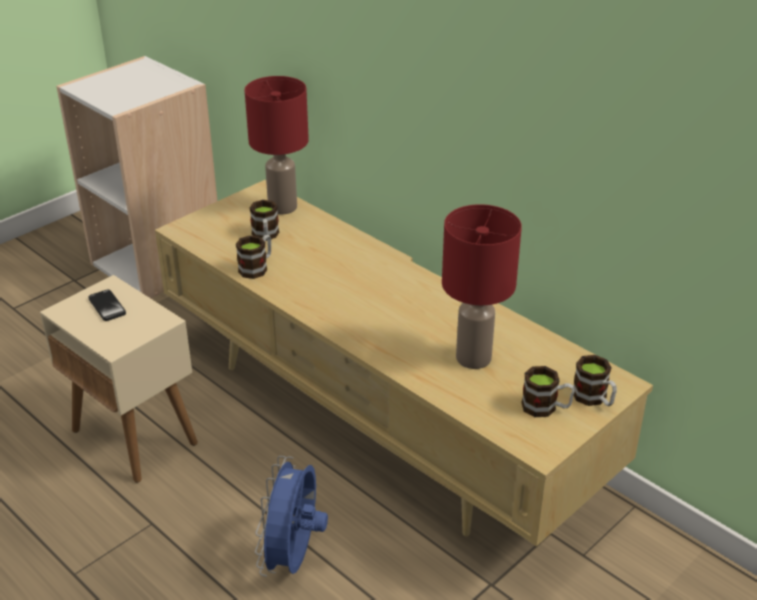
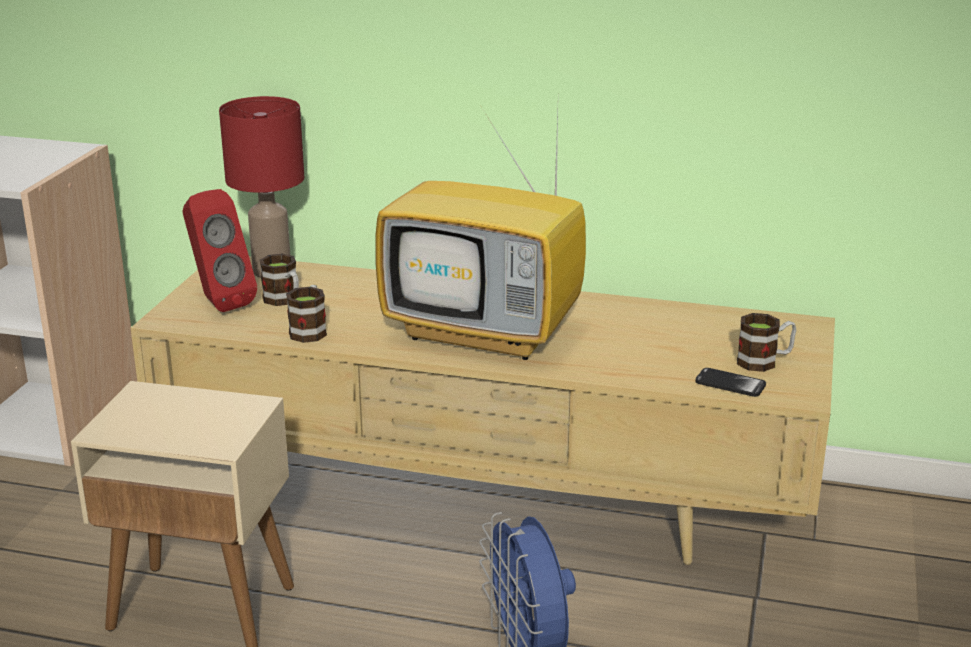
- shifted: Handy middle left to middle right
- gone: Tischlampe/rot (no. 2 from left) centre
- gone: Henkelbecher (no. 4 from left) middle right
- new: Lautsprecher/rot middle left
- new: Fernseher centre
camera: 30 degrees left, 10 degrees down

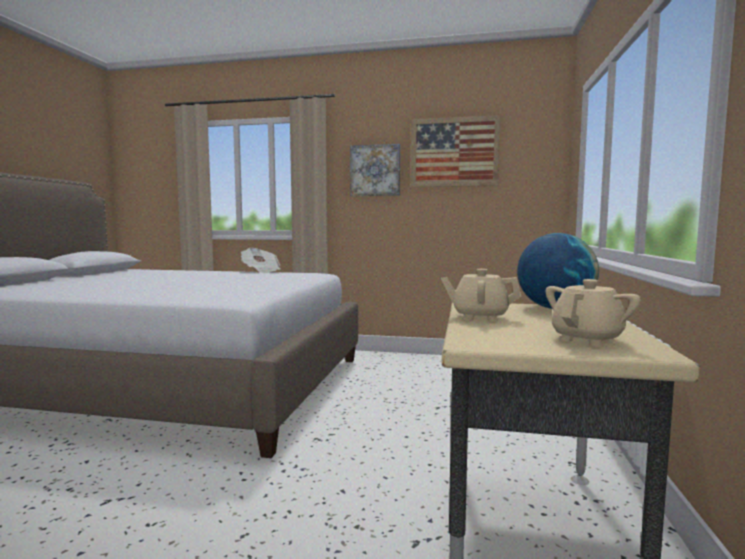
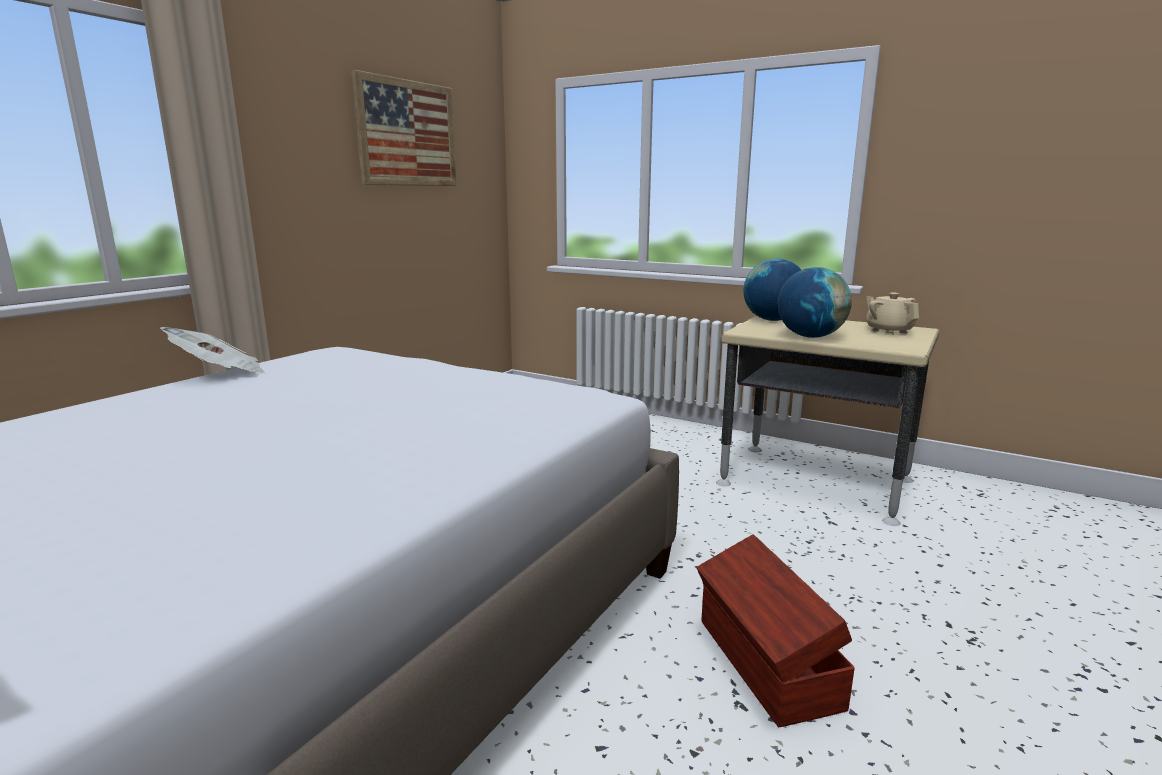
- gone: Bild (no. 1 from left) top centre
- swapped: Teekanne/beige (no. 1 from left) centre to Globus (no. 2 from left) middle right
- new: Aufbewahrungsbox/braun bottom right
camera: 70 degrees left, 10 degrees up

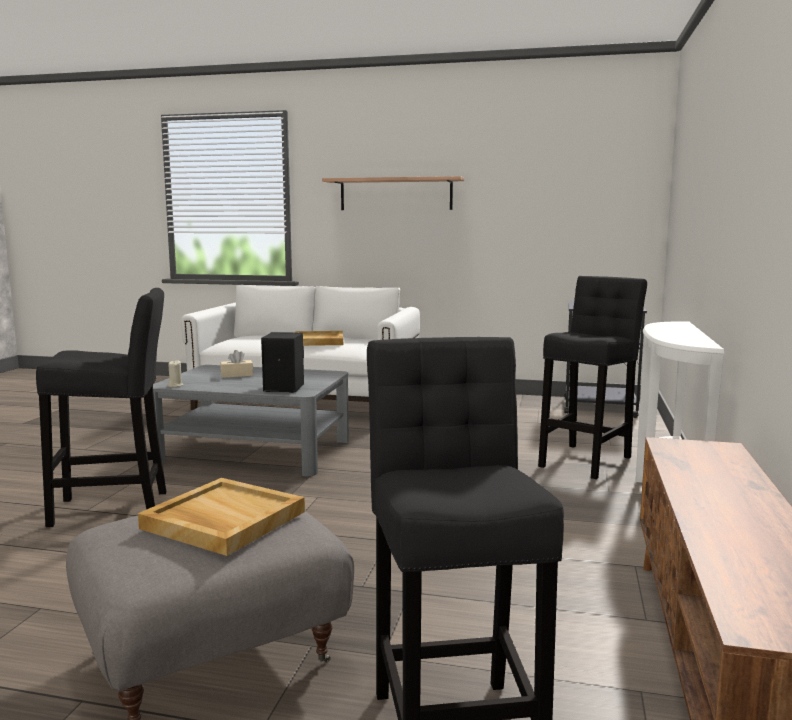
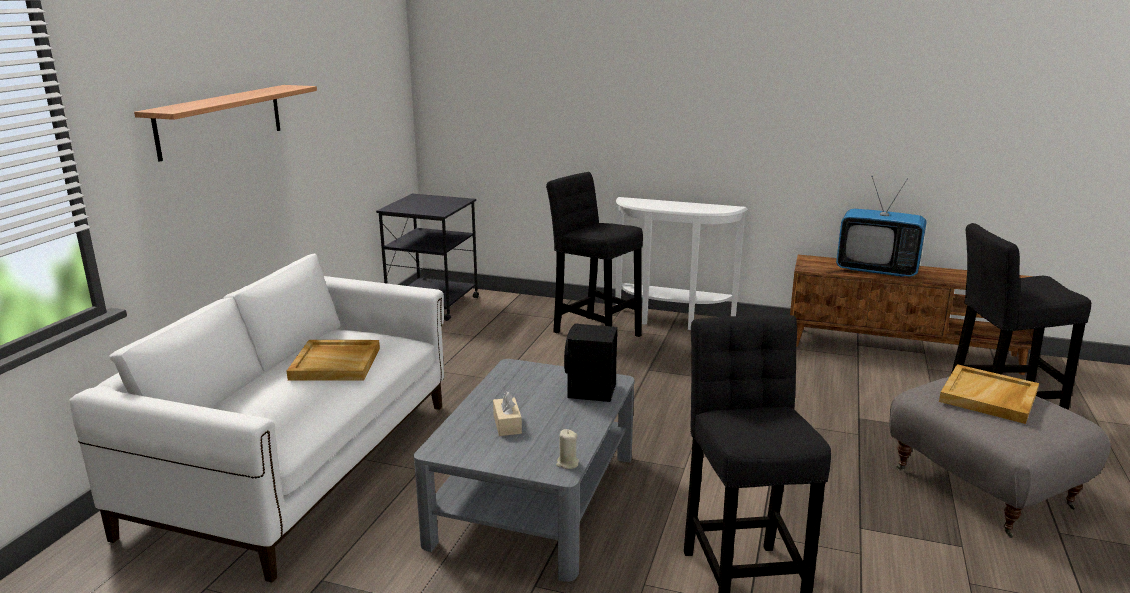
- new: Fernseher middle right
camera: 85 degrees left, 10 degrees up

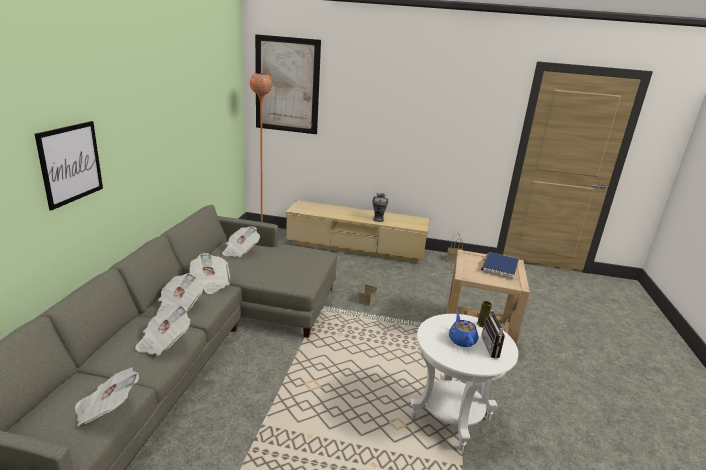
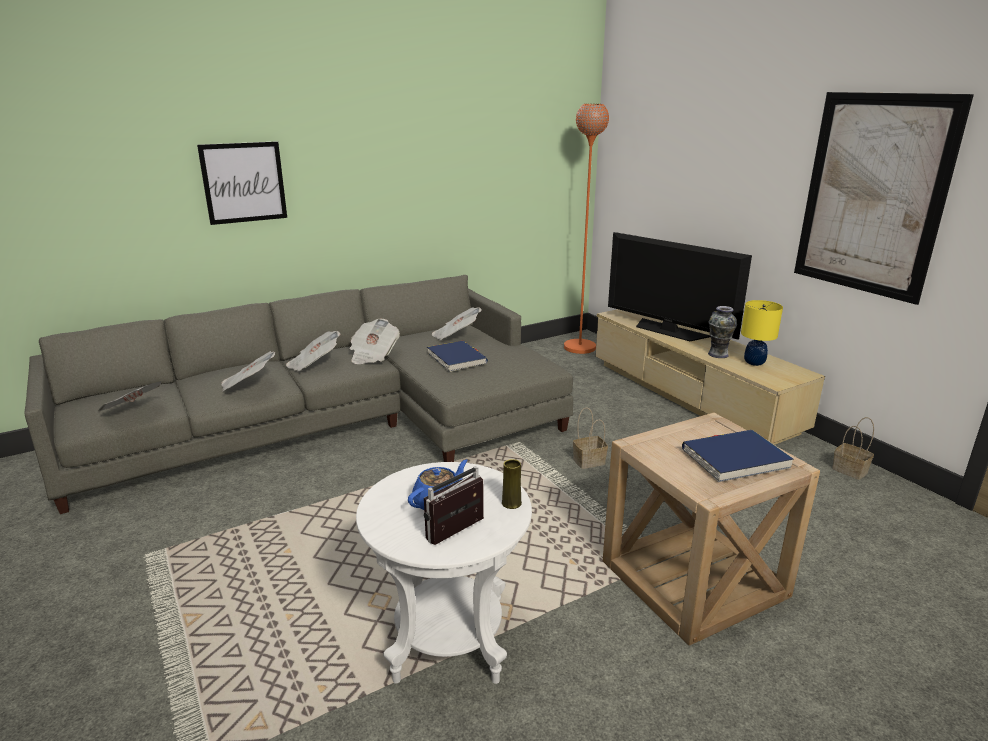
- shifted: Bild (no. 2 from left) top centre to top right
- new: Buch/blau (no. 1 from left) centre
- new: Fernseher middle right
- new: Tischlampe/gelb middle right
camera: 50 degrees right, 0 degrees up

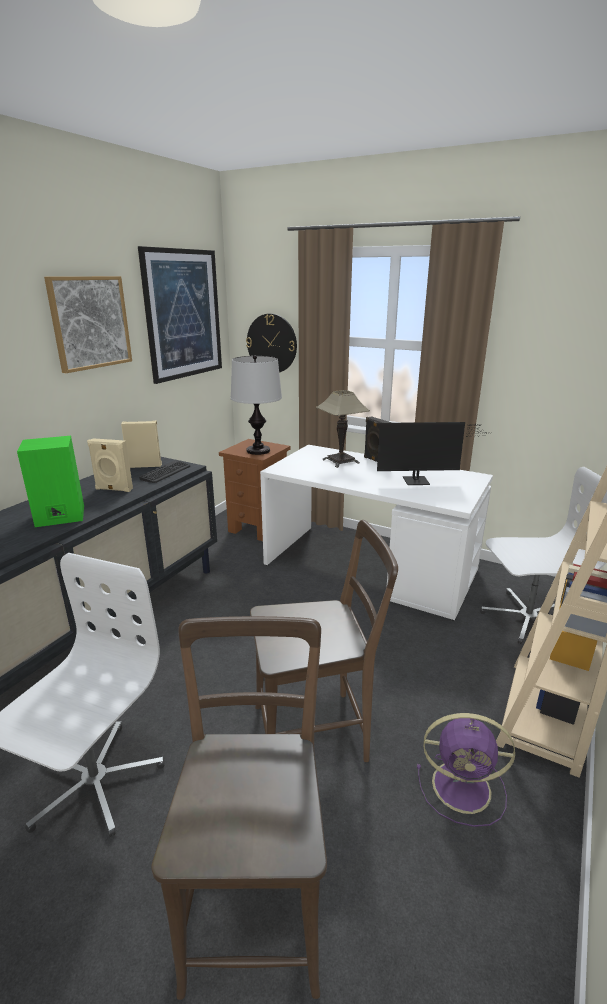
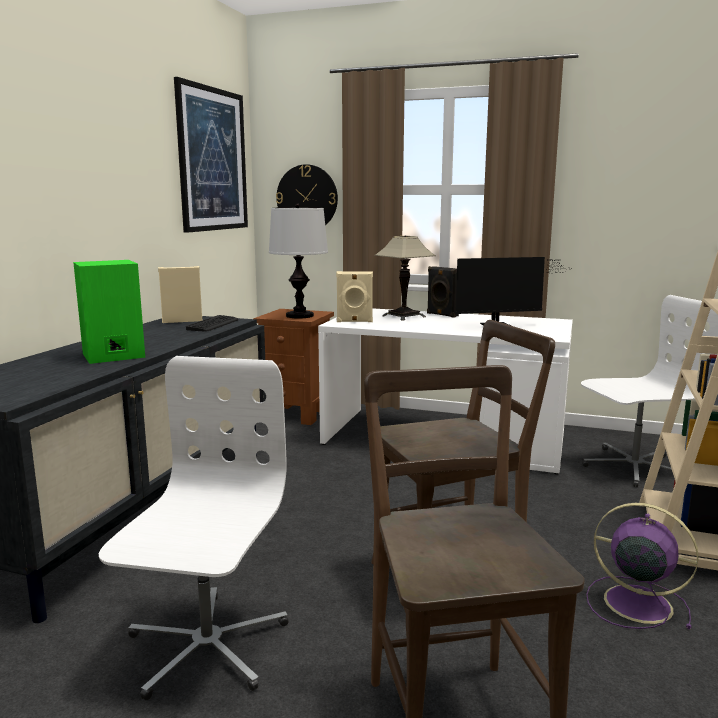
- gone: Bild (no. 1 from left) top left
- shifted: Lautsprecher/beige (no. 1 from left in the first image) middle left to Lautsprecher/beige (no. 2 from left) centre
- rotated: Ventilator/lila bottom right = bottom right 150 degrees counterclockwise
camera: 10 degrees left, 10 degrees down

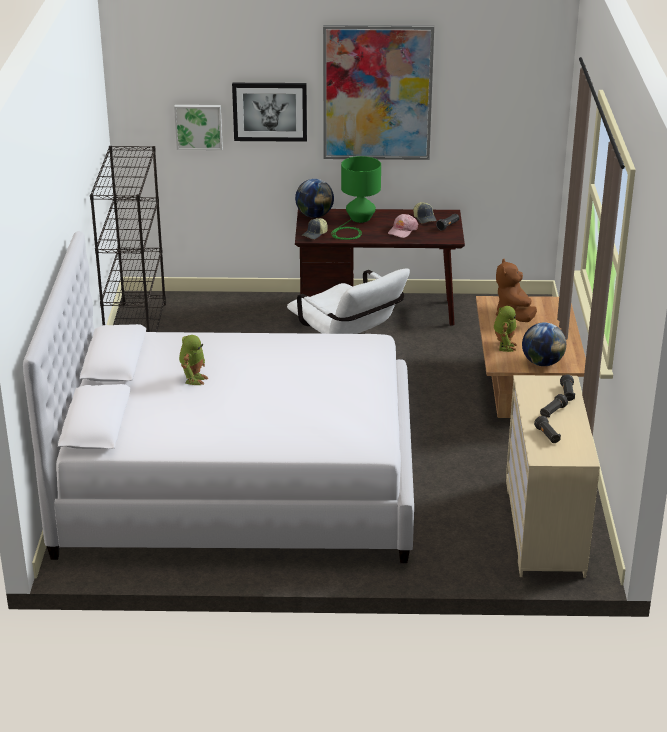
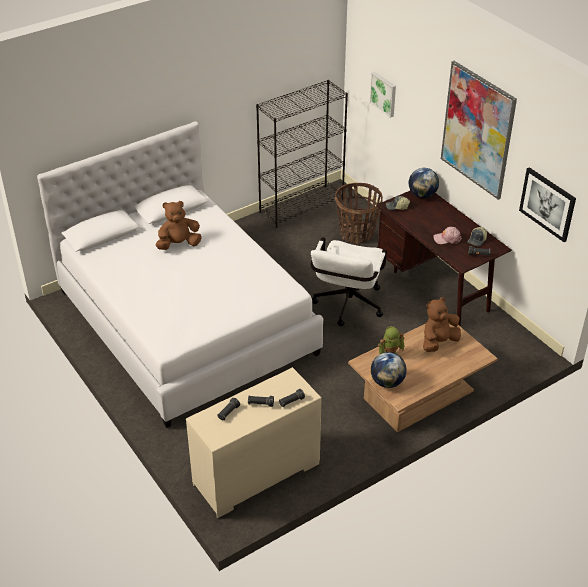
- swapped: Spielzeugroboter (no. 1 from left) middle left to Plüschtier/braun (no. 1 from left) middle left
- shifted: Bild (no. 2 from left in the first image) top centre to Bild (no. 3 from left) middle right
- gone: Tischlampe/grün top centre
- new: Korb centre
camera: 55 degrees right, 10 degrees up

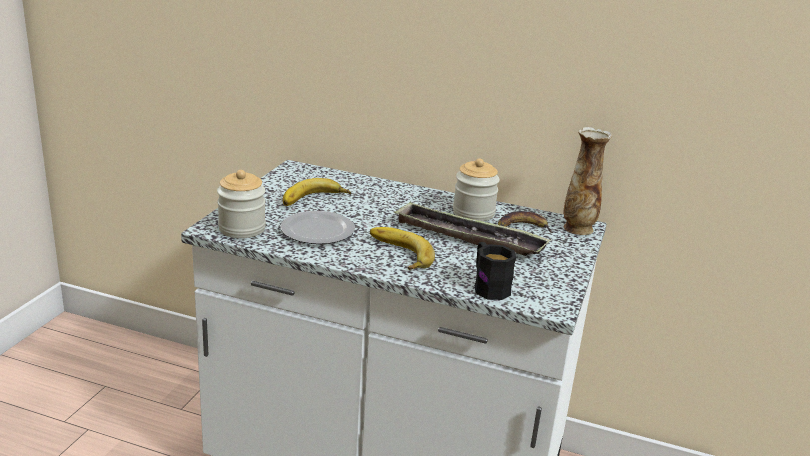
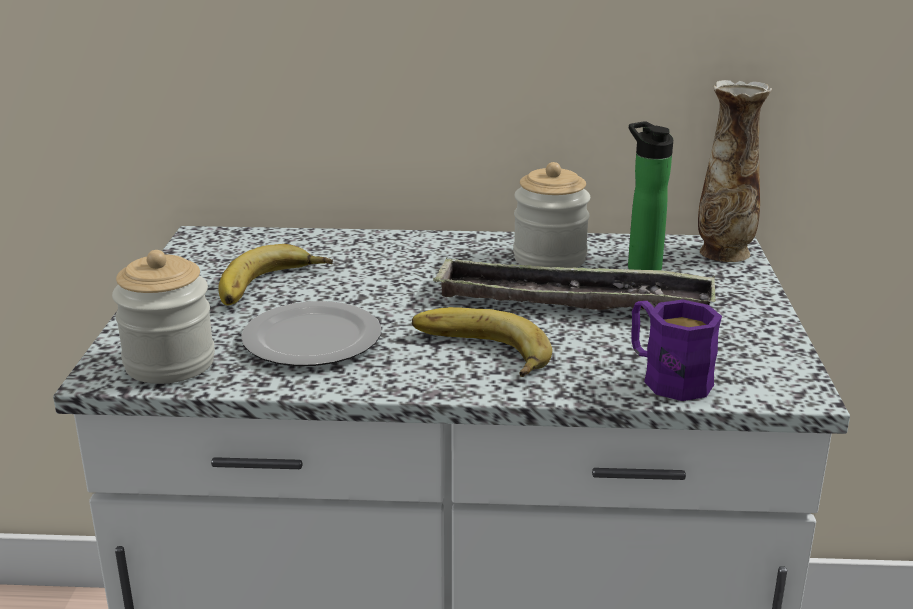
- repainted: Henkelbecher/schwarz centre to Henkelbecher/lila middle right
- swapped: Banane (no. 3 from left) centre to Flasche top right
camera: 15 degrees left, 0 degrees up

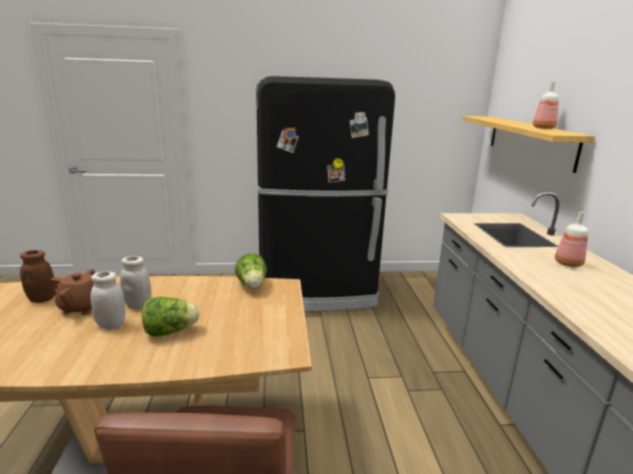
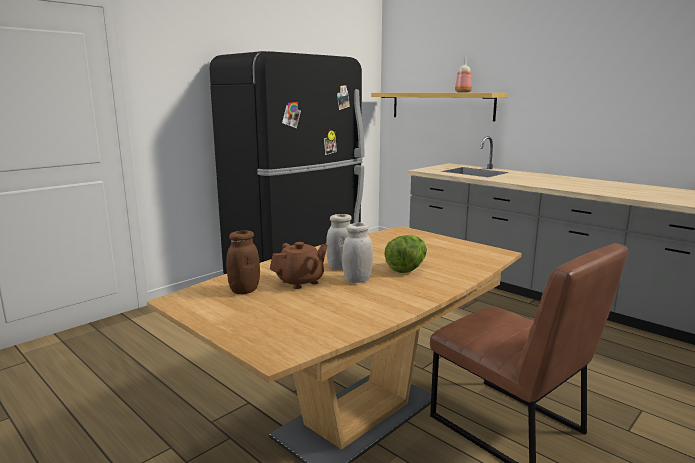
- gone: Salatkopf (no. 2 from left) centre
- gone: Flasche (no. 2 from left) middle right
camera: 40 degrees left, 5 degrees down

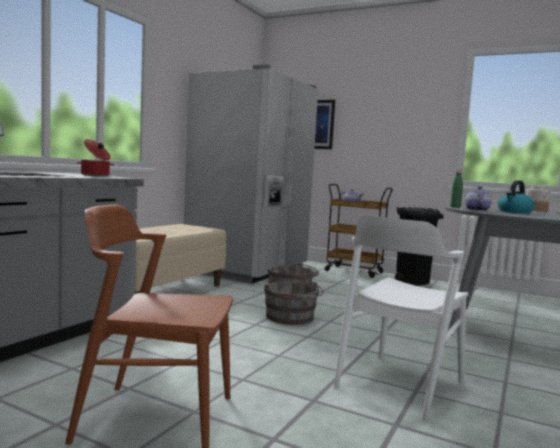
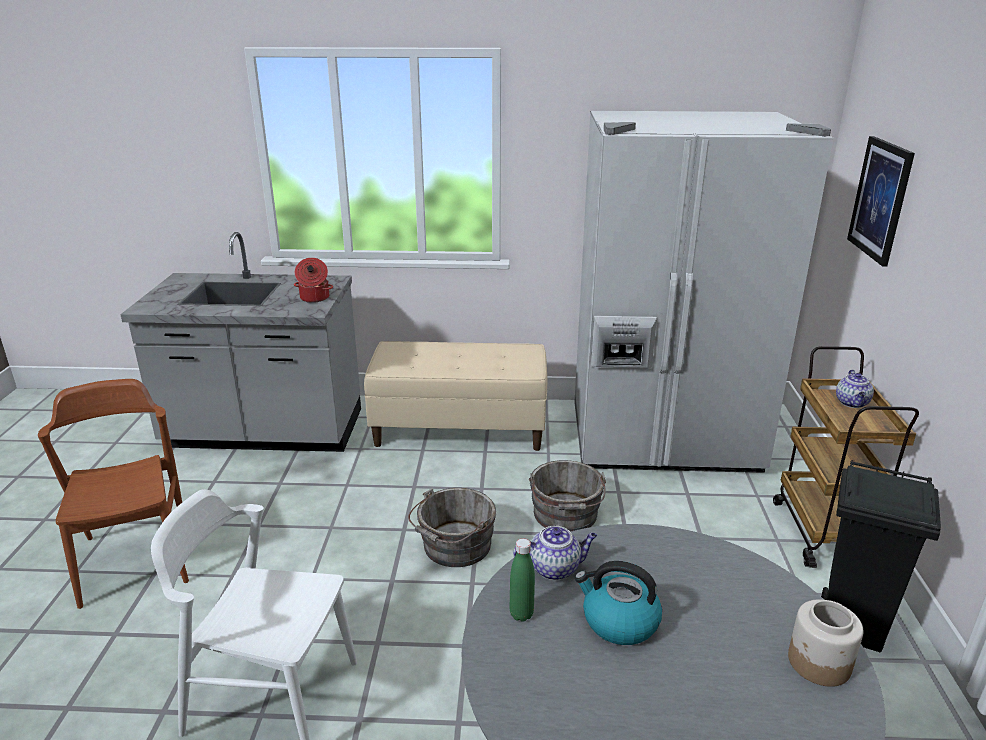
- shifted: Flasche/grün middle right to bottom centre
camera: 65 degrees right, 20 degrees up

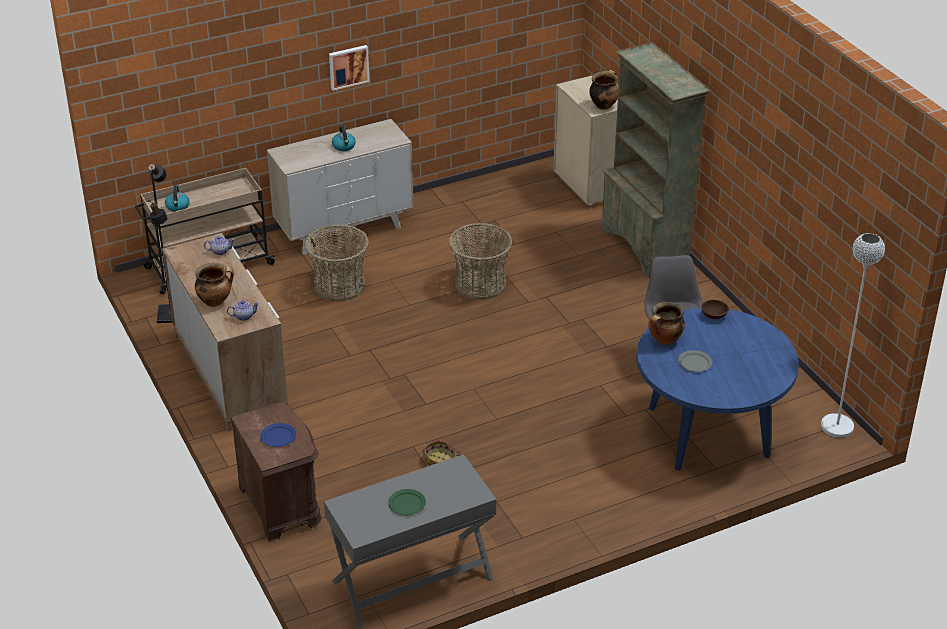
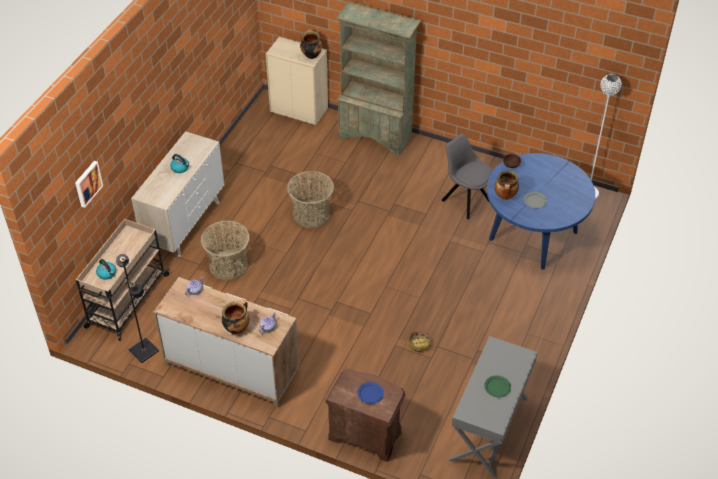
- shifted: Bild top centre to middle left
camera: 40 degrees left, 10 degrees up

